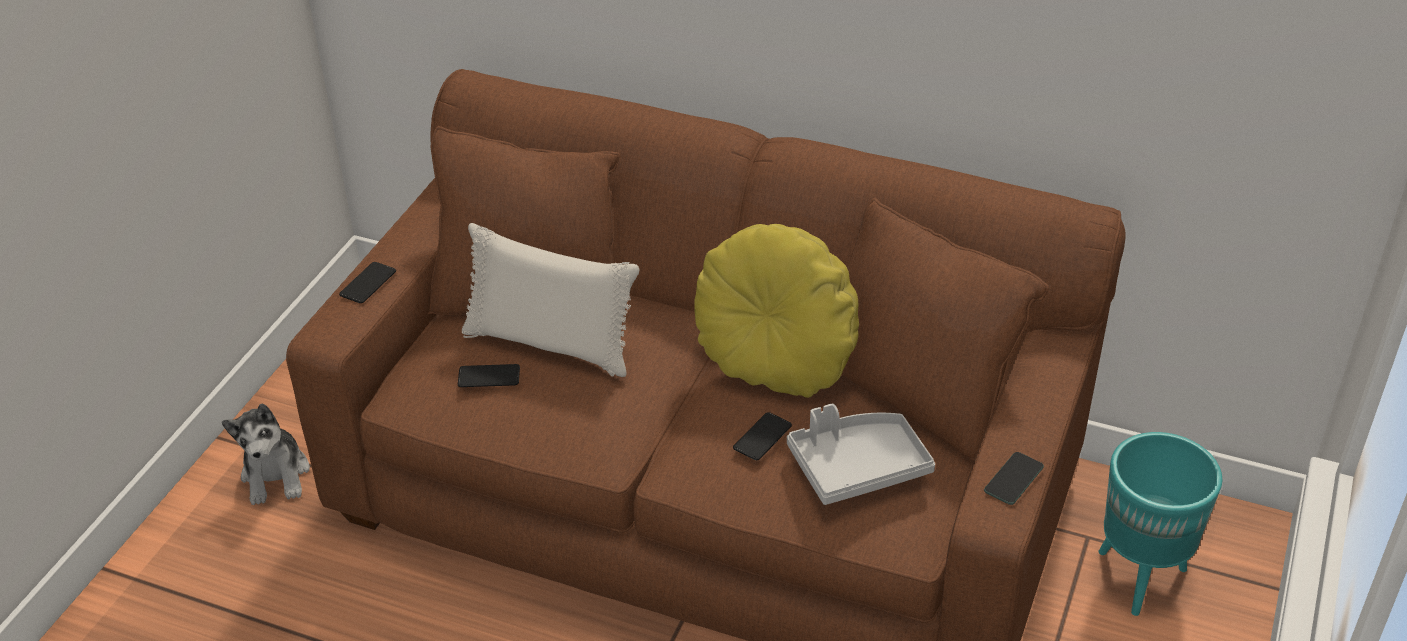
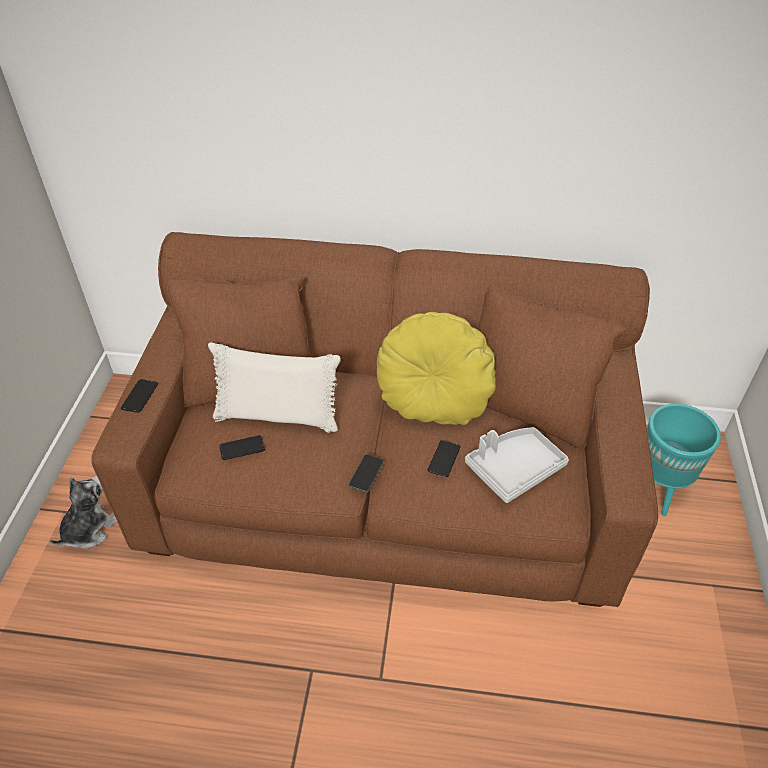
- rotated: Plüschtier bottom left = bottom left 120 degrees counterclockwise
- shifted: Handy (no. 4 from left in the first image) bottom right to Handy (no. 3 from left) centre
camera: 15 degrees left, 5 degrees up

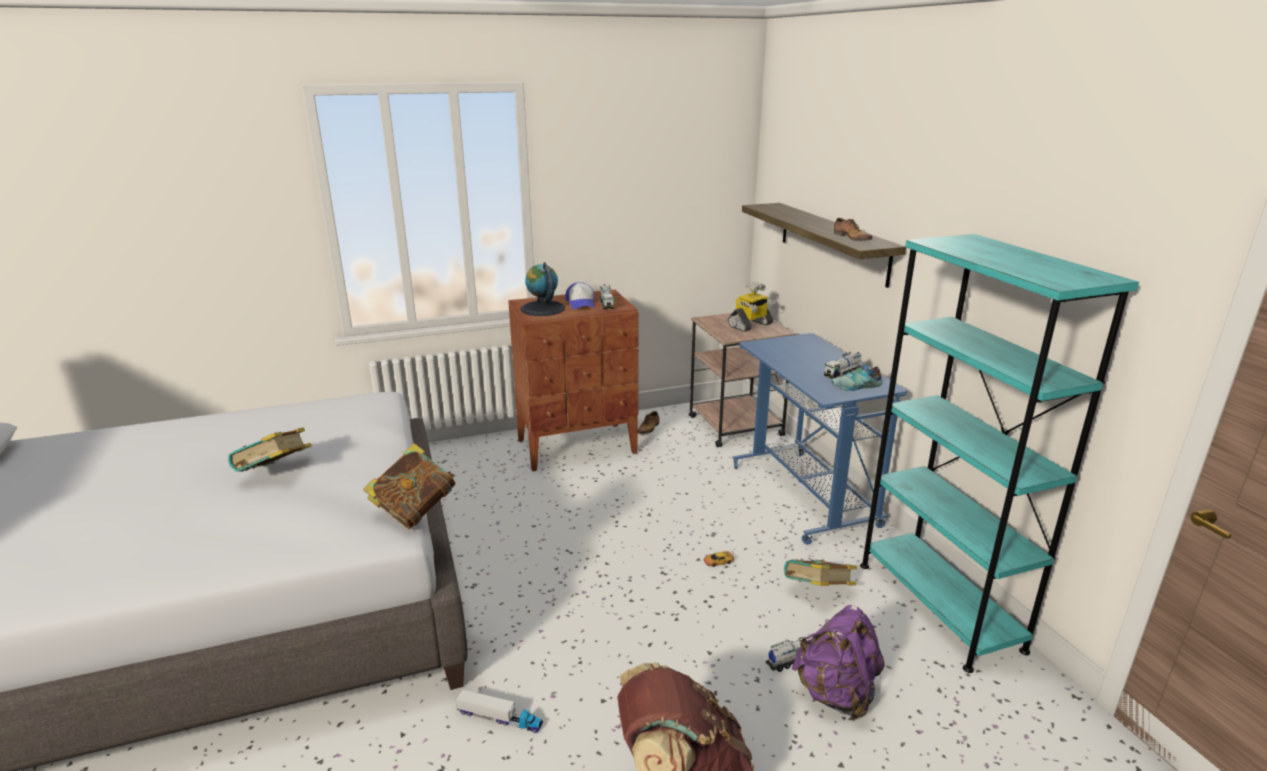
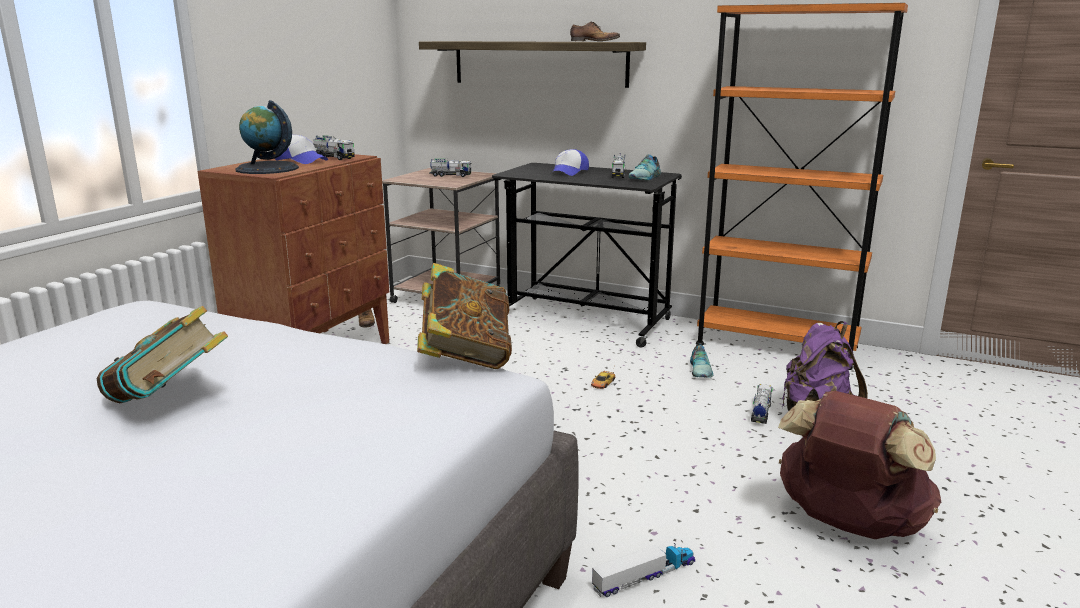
- swapped: Spielzeugroboter centre to Spielzeuglaster (no. 2 from left) top centre
- repainted: Schreibtisch/blau centre to Schreibtisch/schwarz centre
- swapped: Buch (no. 3 from left) bottom centre to Schuh (no. 4 from left) centre
- repainted: Bücherregal/türkis middle right to Bücherregal/orange top right
- new: Kappe (no. 2 from left) top centre
camera: 45 degrees left, 5 degrees down

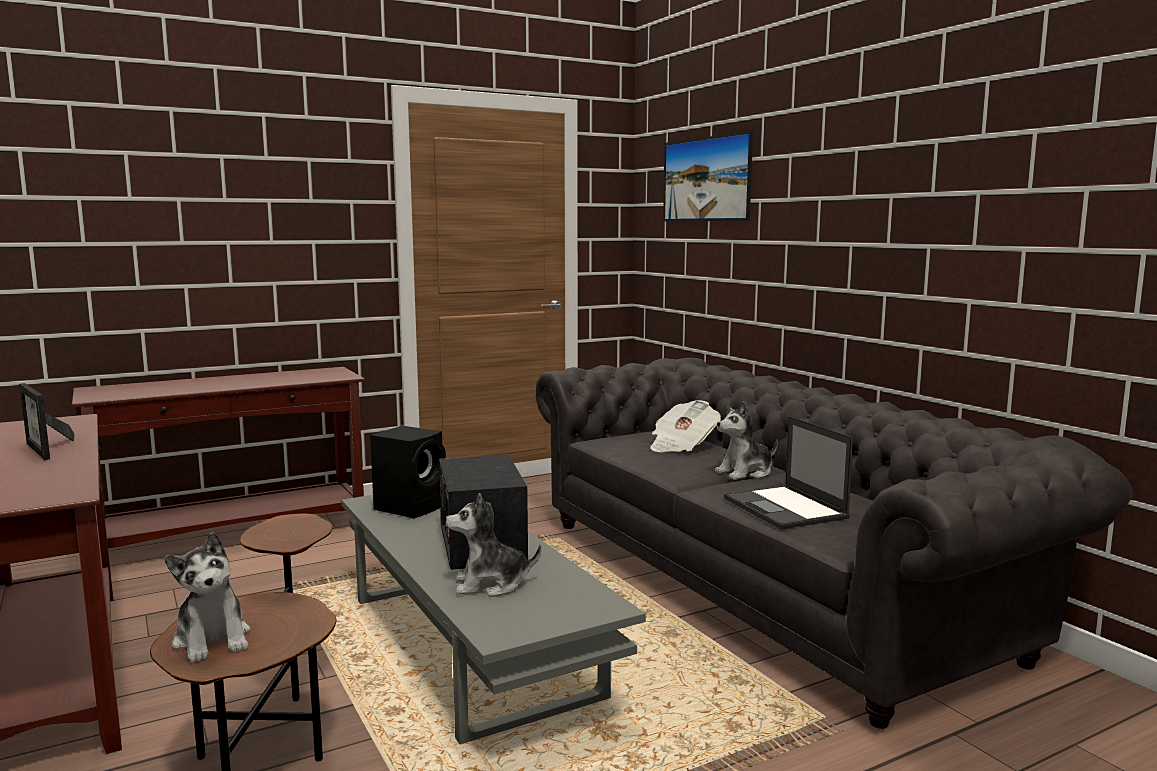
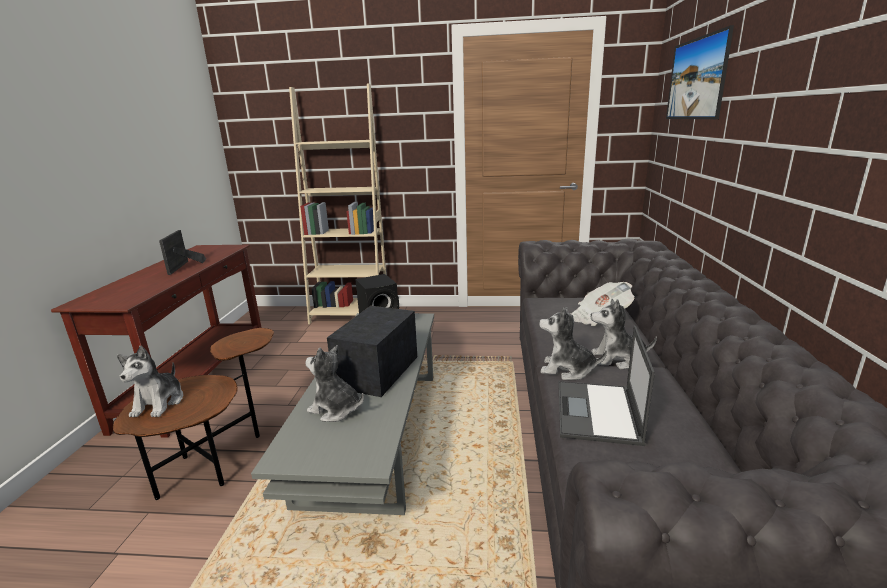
- swapped: Konsolentisch/braun (no. 2 from left) middle left to Bücherregal/beige centre
- new: Plüschtier (no. 3 from left) centre
camera: 35 degrees right, 10 degrees up

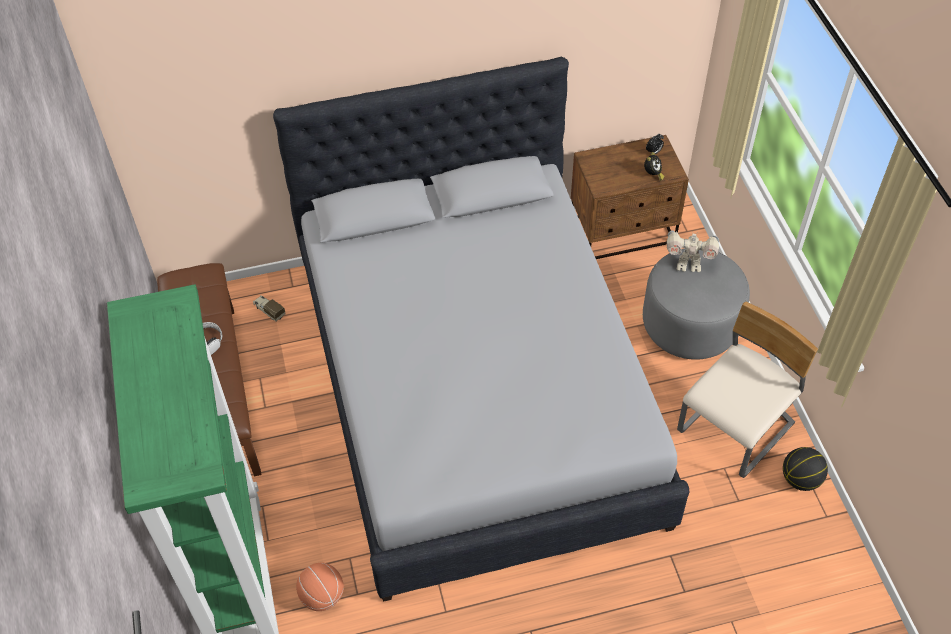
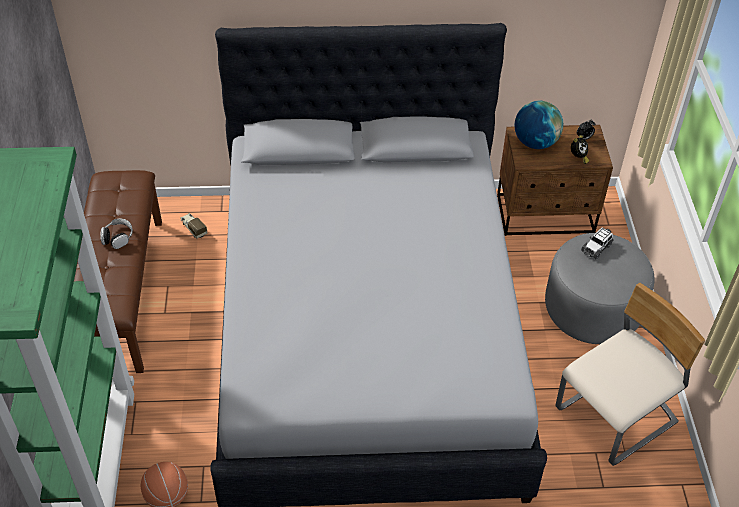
- swapped: Spielzeugroboter middle right to Spielzeugauto middle right
- gone: Basketball (no. 2 from left) bottom right
- new: Globus top right
camera: 10 degrees right, 5 degrees down

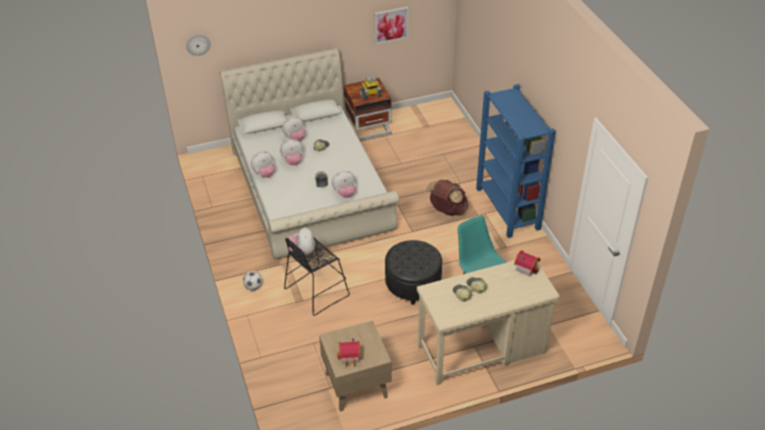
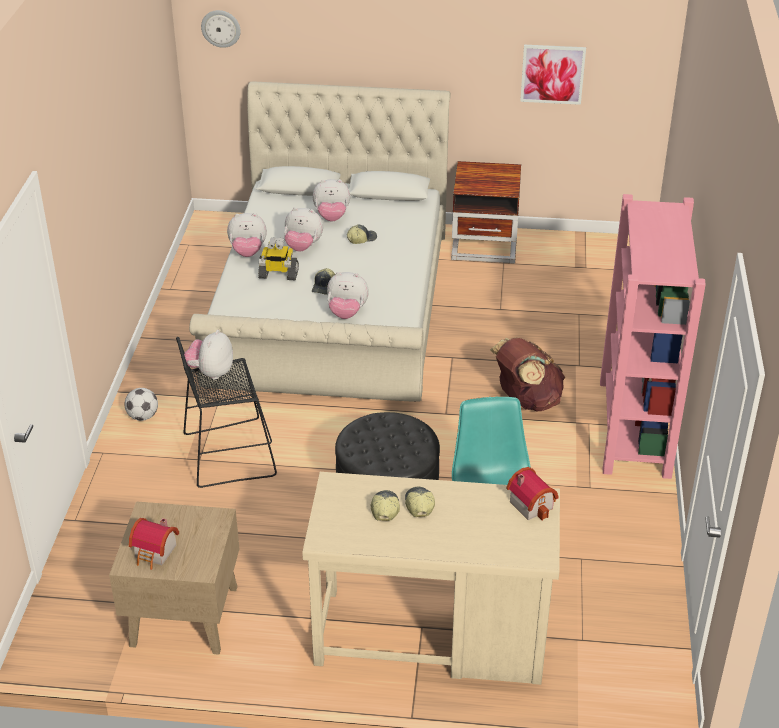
- shifted: Spielzeugroboter top centre to centre
- repainted: Bücherregal/blau middle right to Bücherregal/rosa middle right
camera: 25 degrees right, 5 degrees down

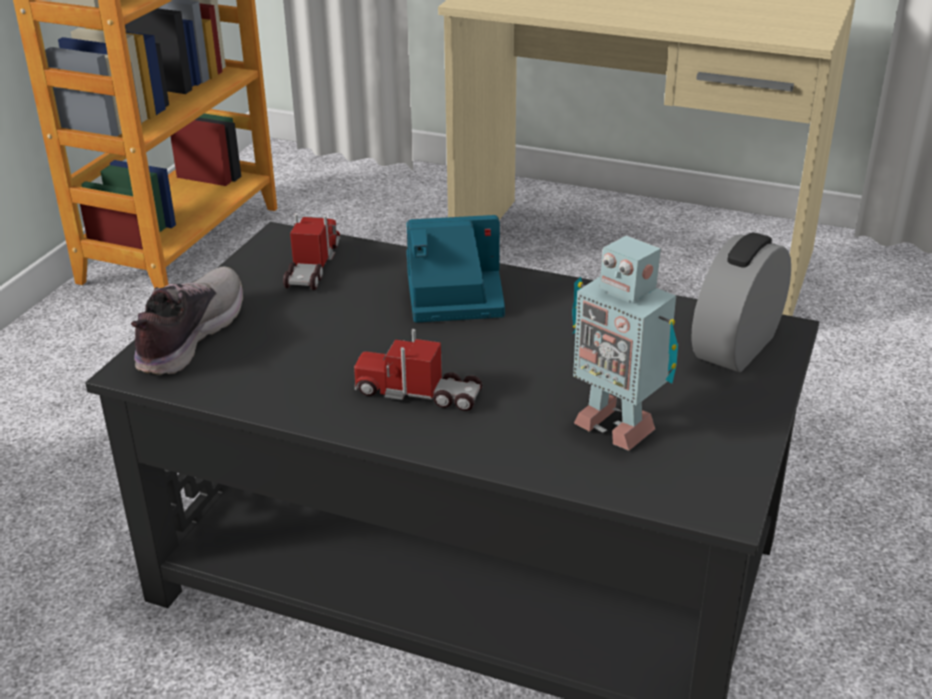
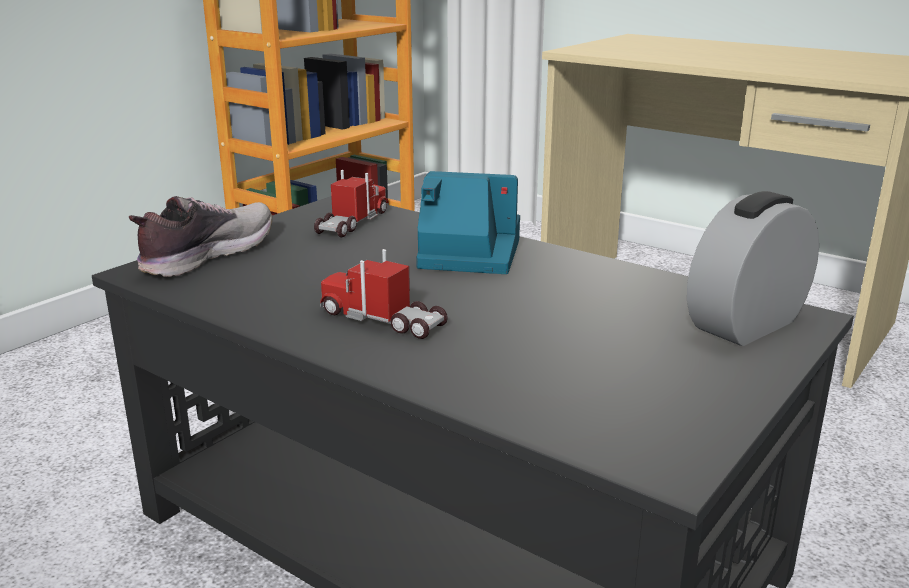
- gone: Spielzeugroboter middle right
camera: 15 degrees right, 10 degrees down

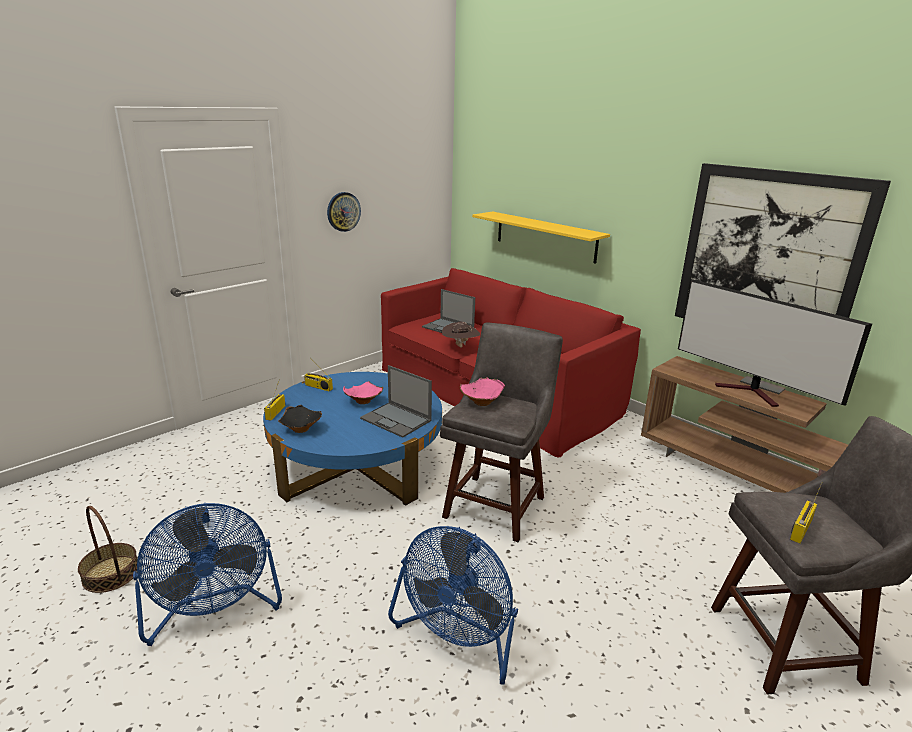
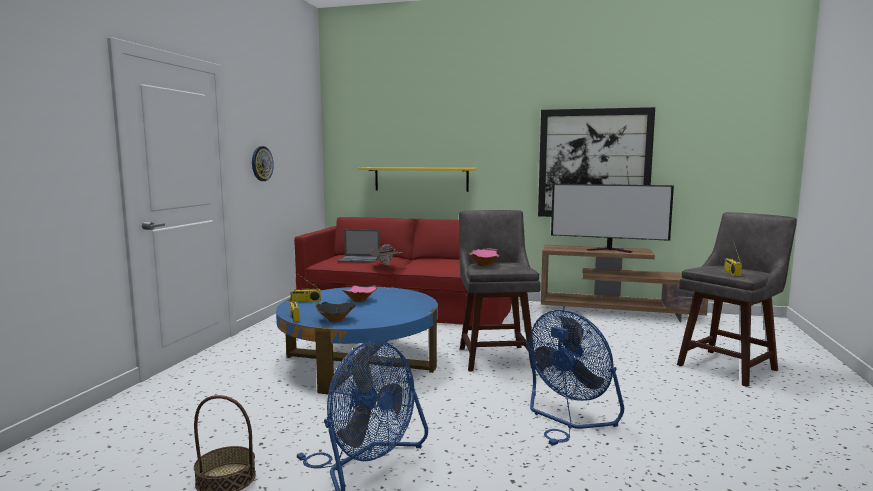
- gone: Laptop (no. 1 from left) centre
- rotated: Ventilator/blau (no. 2 from left) bottom centre = bottom centre 135 degrees counterclockwise
camera: 30 degrees left, 15 degrees down

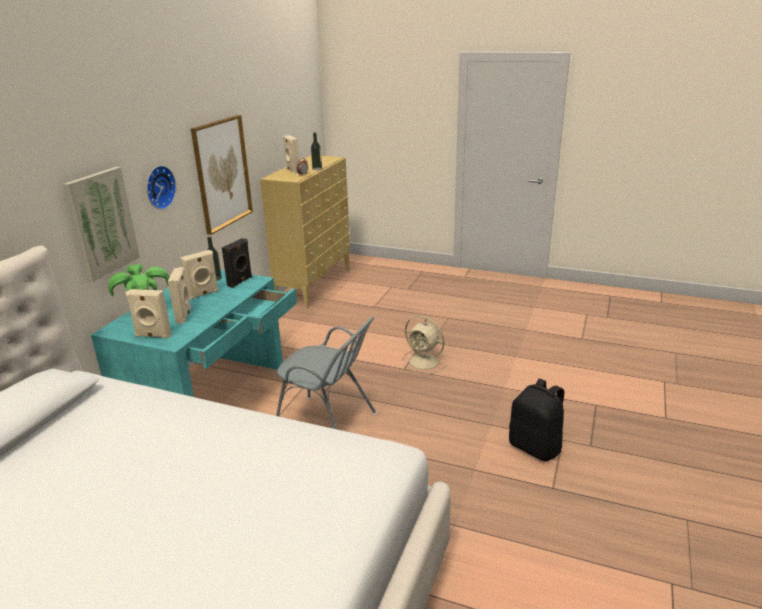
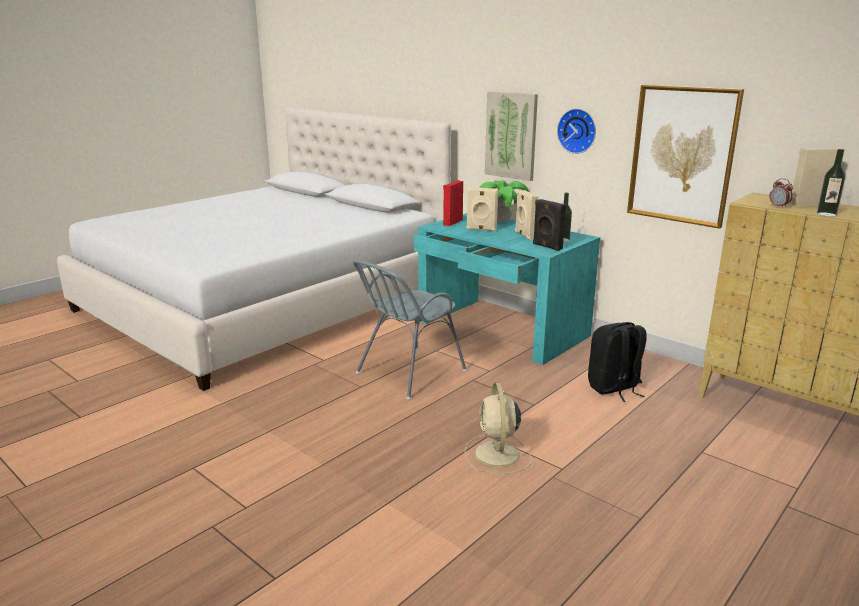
- repainted: Lautsprecher/beige (no. 1 from left) middle left to Lautsprecher/rot centre
- rotated: Ventilator/beige centre = bottom centre 60 degrees counterclockwise
- shifted: Rucksack/schwarz bottom right to middle right
camera: 110 degrees right, 5 degrees down

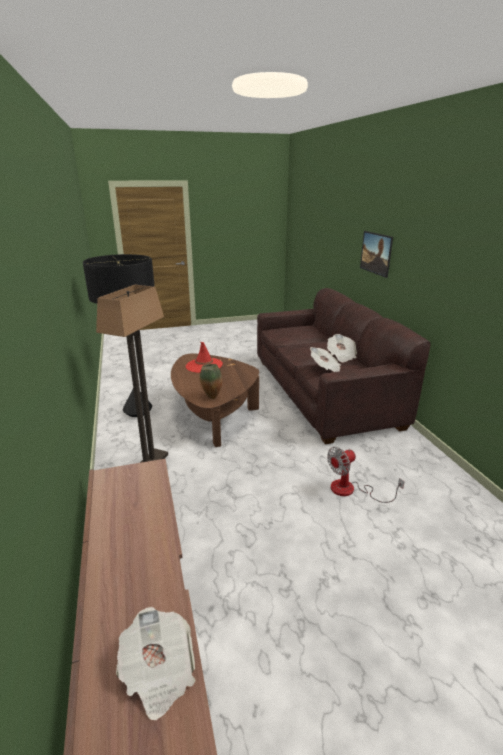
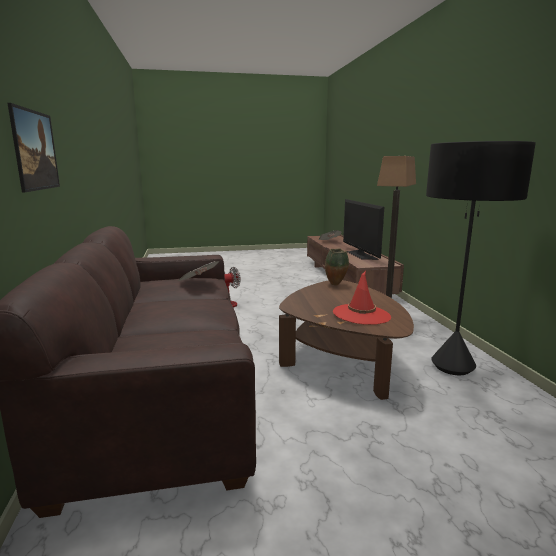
- gone: Zeitung (no. 3 from left) middle right
- new: Fernseher centre
camera: 175 degrees left, 10 degrees down

